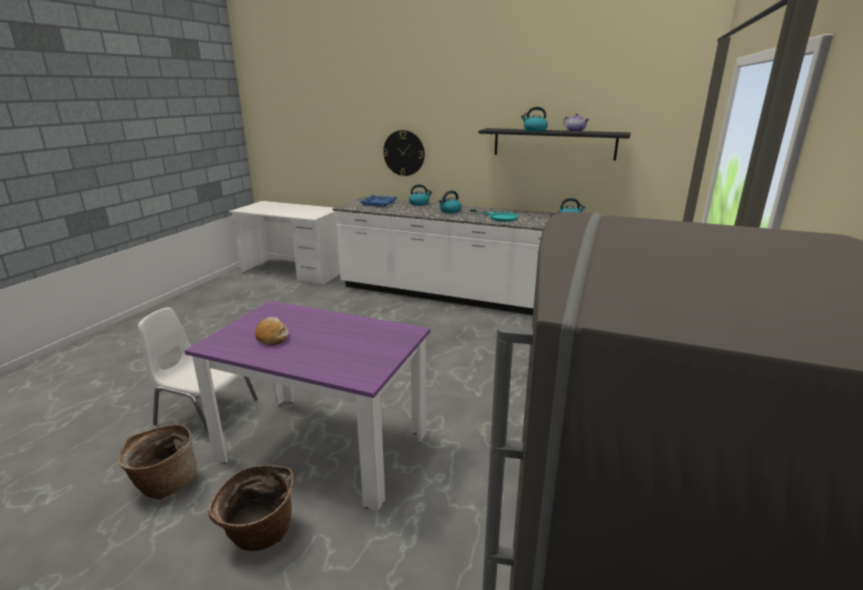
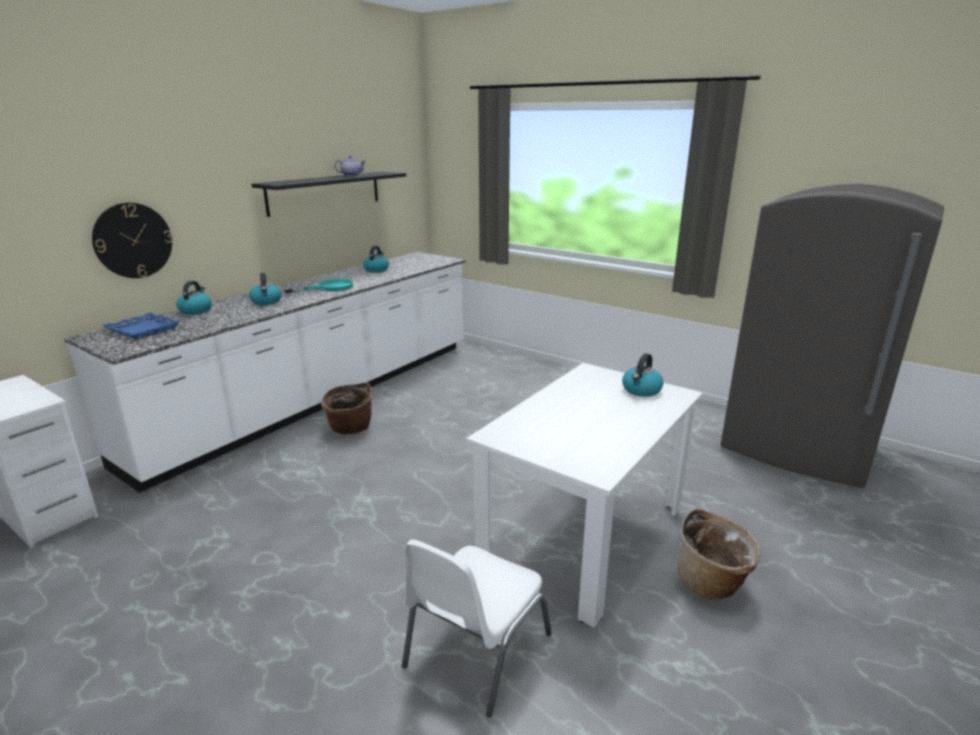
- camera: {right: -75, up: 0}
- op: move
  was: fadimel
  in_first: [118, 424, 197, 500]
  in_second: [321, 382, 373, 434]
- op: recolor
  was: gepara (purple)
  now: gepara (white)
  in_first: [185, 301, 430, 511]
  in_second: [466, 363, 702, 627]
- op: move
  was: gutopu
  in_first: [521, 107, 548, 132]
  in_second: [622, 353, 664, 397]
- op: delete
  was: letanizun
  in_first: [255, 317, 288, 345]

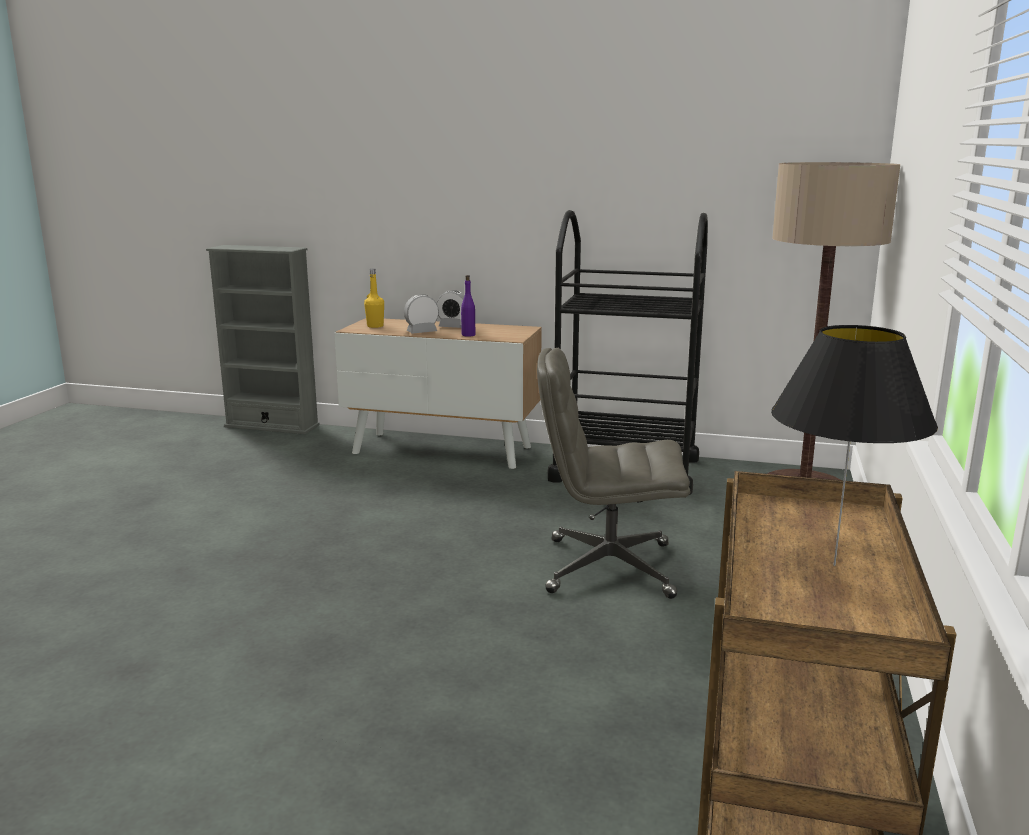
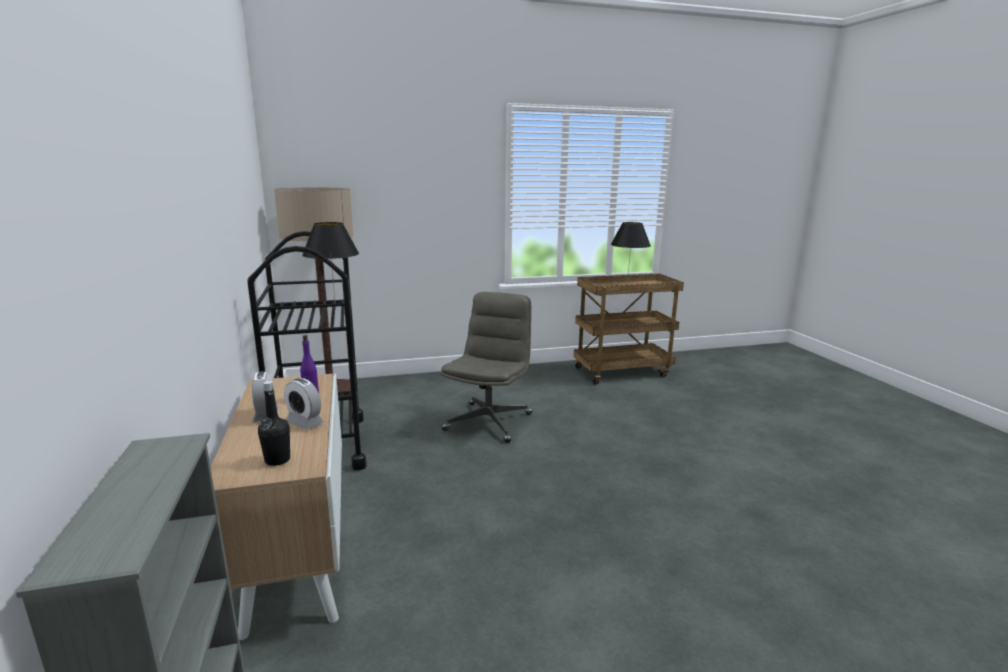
- camera: {right: -120, up: 0}
- op: recolor
  was: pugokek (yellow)
  now: pugokek (black)
  in_first: [364, 269, 384, 328]
  in_second: [258, 381, 290, 466]
- op: insert
  now: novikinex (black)
  in_second: [302, 222, 359, 310]
- op: rotate
  was: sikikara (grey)
  in_first: [537, 348, 690, 599]
  in_second: [441, 292, 532, 443]
  clockwise: -135

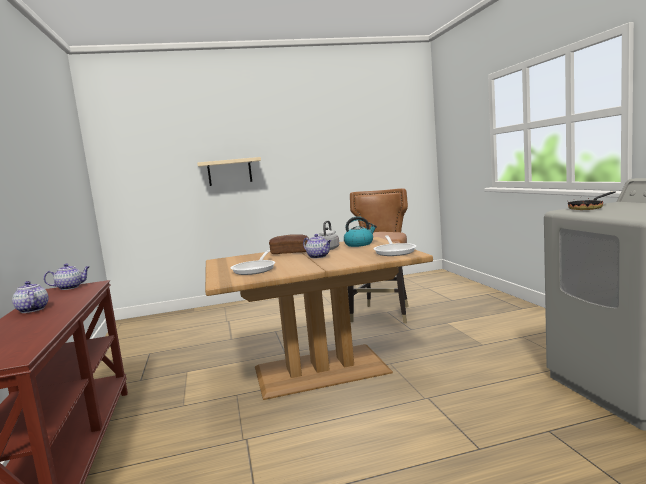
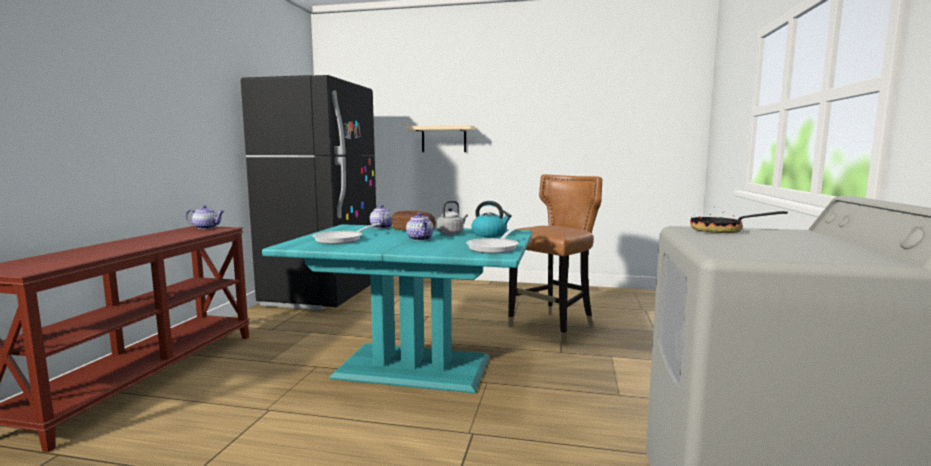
- camera: {right: 25, up: 0}
- op: insert
  now: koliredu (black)
  in_second: [241, 75, 376, 310]
- op: recolor
  was: gepara (brown)
  now: gepara (turquoise)
  in_first: [205, 237, 433, 400]
  in_second: [262, 224, 532, 394]
- op: move
  was: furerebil
  in_first: [12, 281, 48, 313]
  in_second: [370, 205, 393, 229]

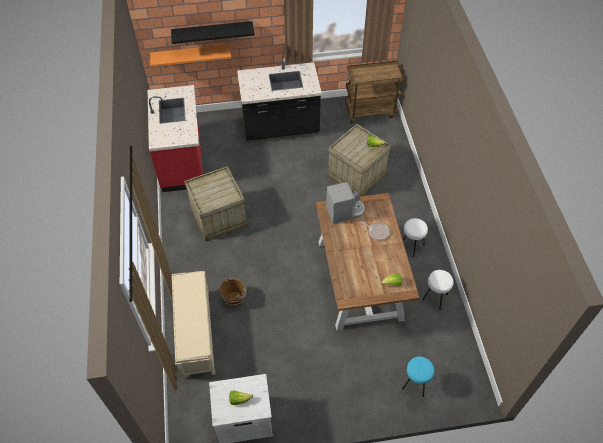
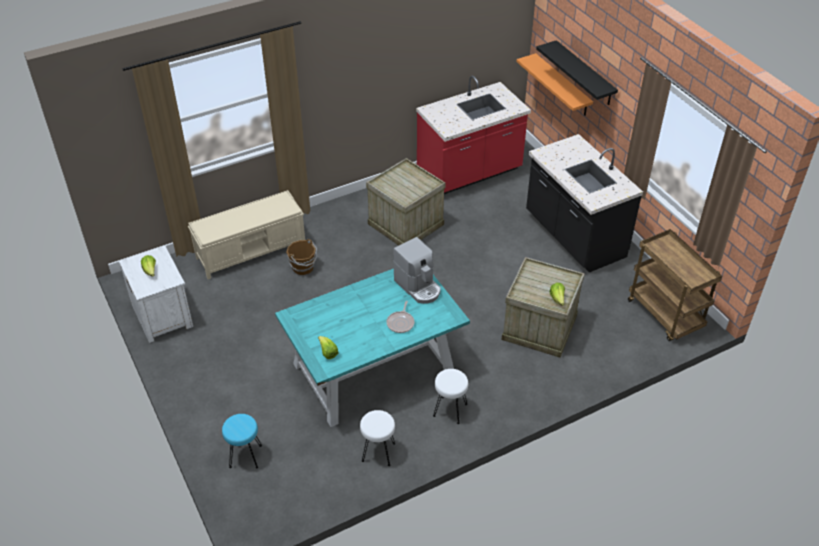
- camera: {right: 70, up: -10}
- op: recolor
  was: gepara (brown)
  now: gepara (turquoise)
  in_first: [316, 193, 419, 331]
  in_second: [275, 268, 470, 427]

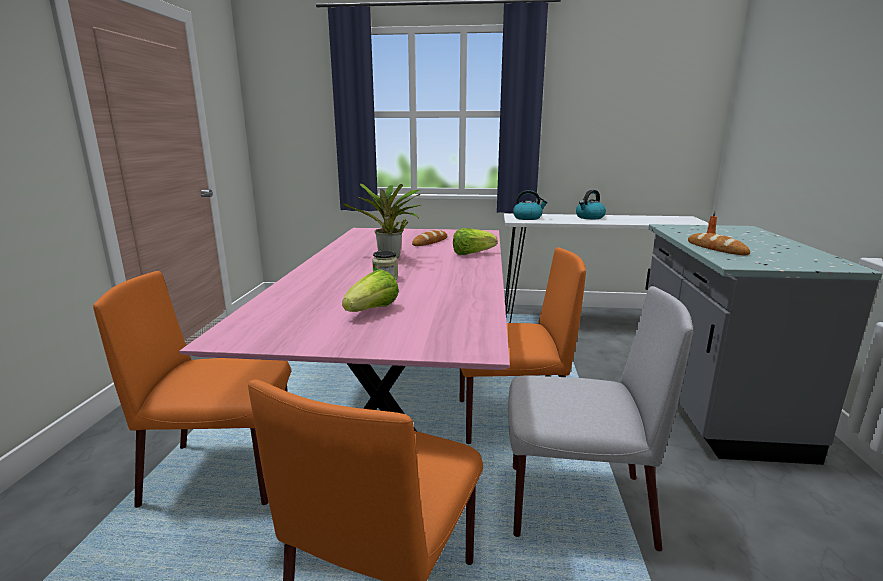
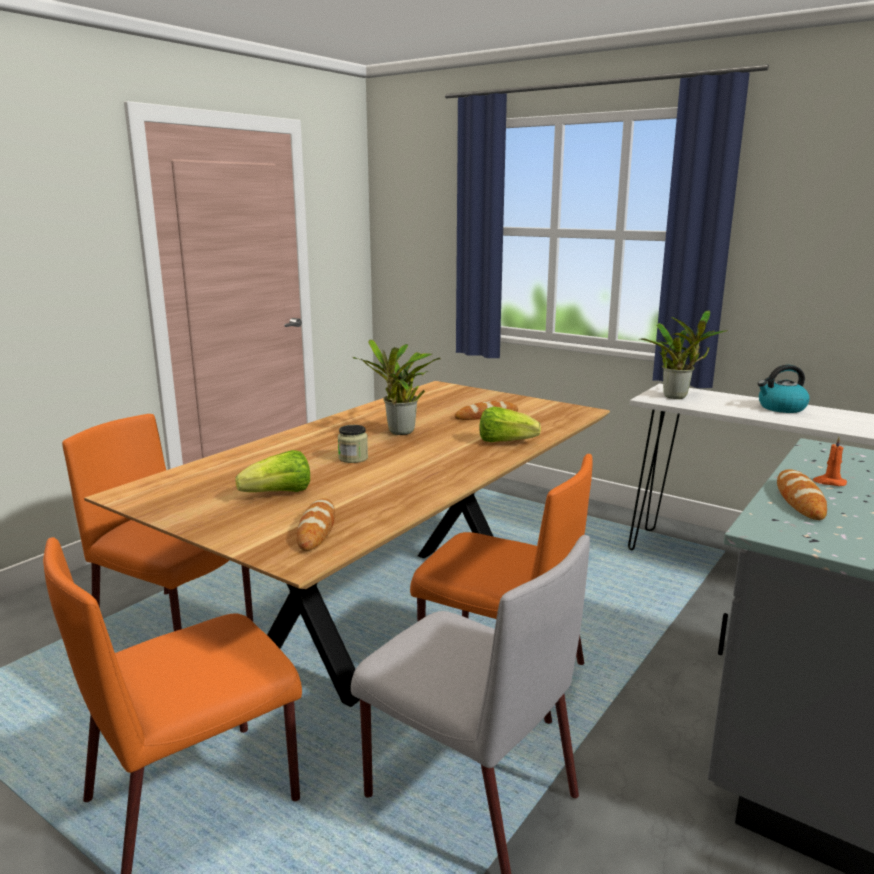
- camera: {right: 30, up: 0}
- op: recolor
  was: gepara (pink)
  now: gepara (brown)
  in_first: [179, 228, 510, 431]
  in_second: [84, 381, 610, 707]
- op: insert
  now: letanizun
  in_second: [297, 498, 335, 551]
- op: replace
  was: gutopu
  now: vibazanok
  in_first: [513, 190, 548, 220]
  in_second: [639, 310, 728, 399]

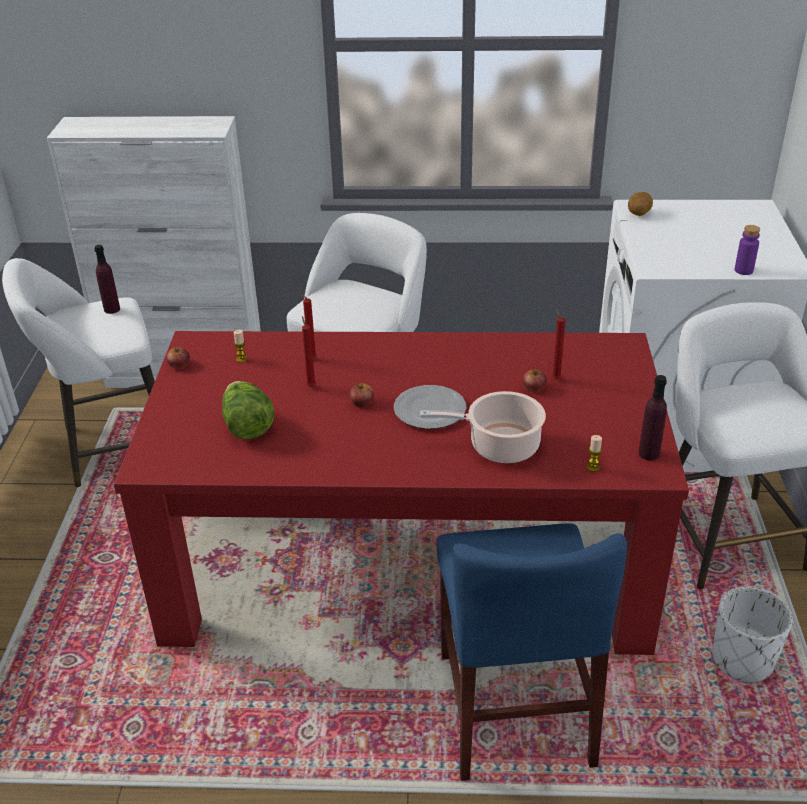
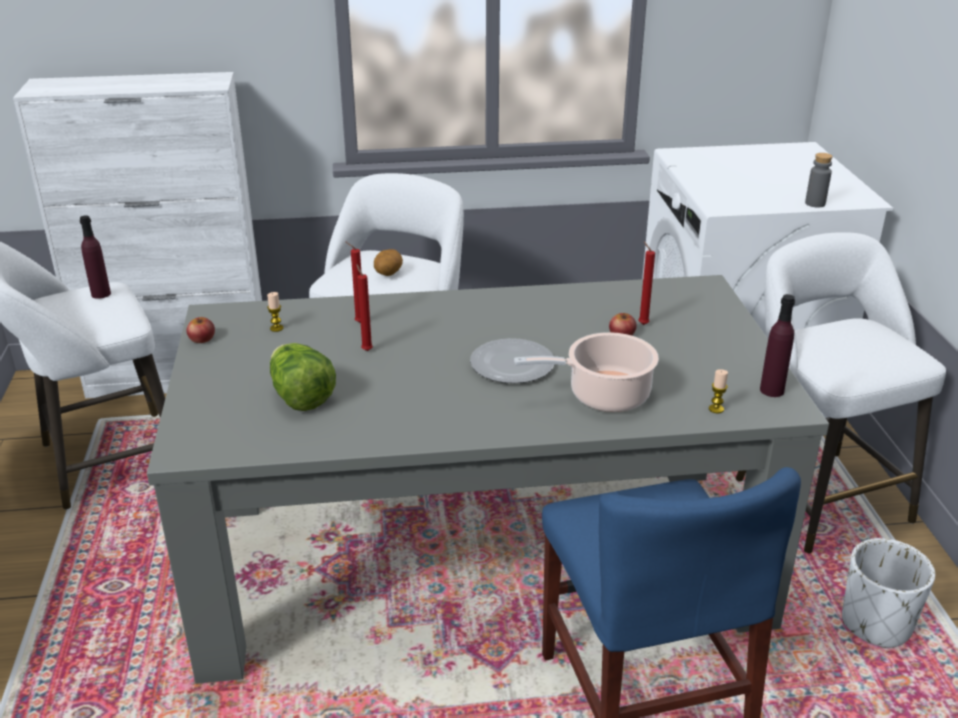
- camera: {right: -10, up: -5}
- op: recolor
  was: gepara (red)
  now: gepara (grey)
  in_first: [114, 331, 689, 655]
  in_second: [147, 275, 829, 684]
- op: move
  was: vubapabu
  in_first: [628, 192, 653, 216]
  in_second: [374, 249, 403, 276]
- op: recolor
  was: pugokek (purple)
  now: pugokek (grey)
  in_first: [735, 225, 760, 275]
  in_second: [805, 153, 833, 208]
- op: delete
  was: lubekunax
  in_first: [349, 382, 374, 407]

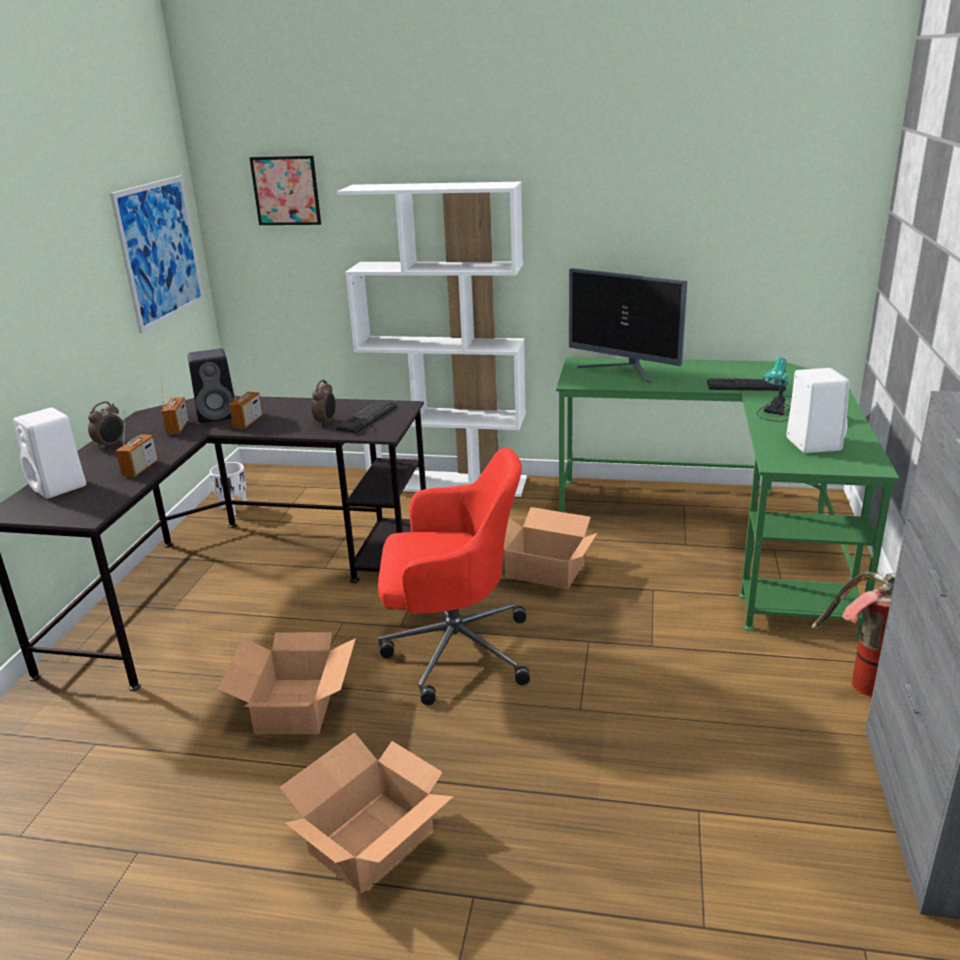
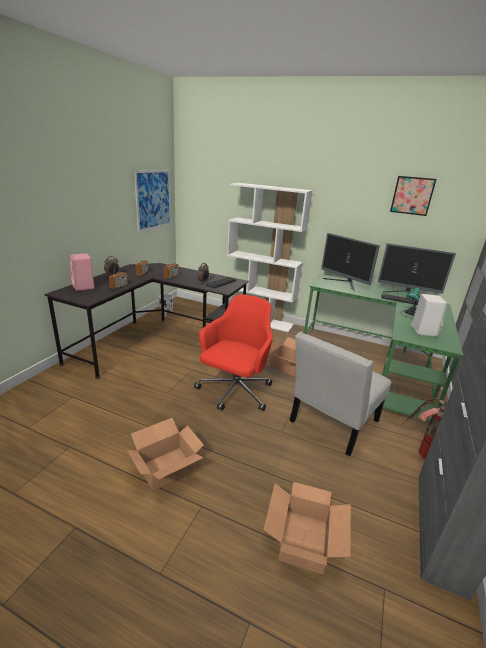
- camera: {right: 10, up: 0}
- op: recolor
  was: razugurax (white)
  now: razugurax (pink)
  in_first: [13, 408, 86, 499]
  in_second: [70, 253, 95, 291]
- op: rotate
  was: sikikara (red)
  in_first: [378, 448, 530, 705]
  in_second: [194, 294, 273, 411]
  clockwise: -75
- op: move
  was: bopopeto
  in_first: [218, 632, 356, 734]
  in_second: [264, 482, 351, 574]
- op: insert
  now: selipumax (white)
  in_second: [290, 332, 391, 456]
- op: insert
  now: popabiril
  in_second: [378, 243, 456, 297]
- op: move
  was: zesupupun
  in_first: [249, 156, 321, 225]
  in_second: [390, 176, 437, 216]
- op: delete
  was: razugurax (black)
  in_first: [188, 348, 234, 423]

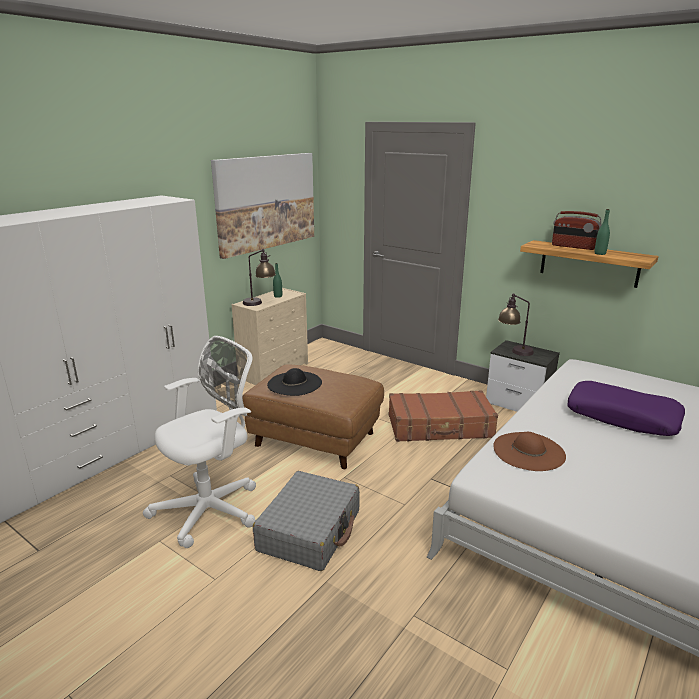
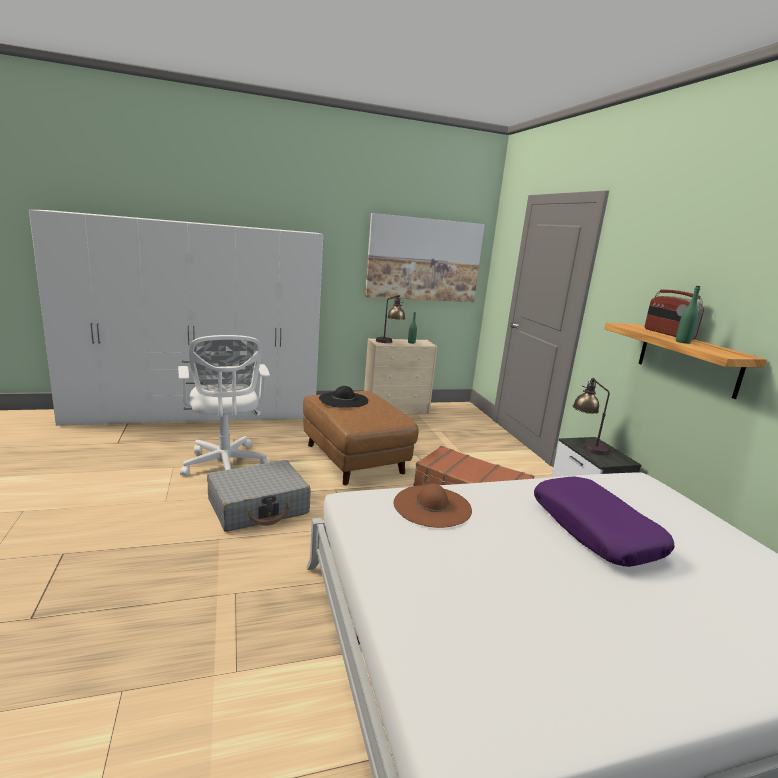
- camera: {right: 35, up: -5}
- op: rotate
  was: sikikara (white)
  in_first: [143, 336, 256, 548]
  in_second: [178, 335, 270, 476]
  clockwise: 75

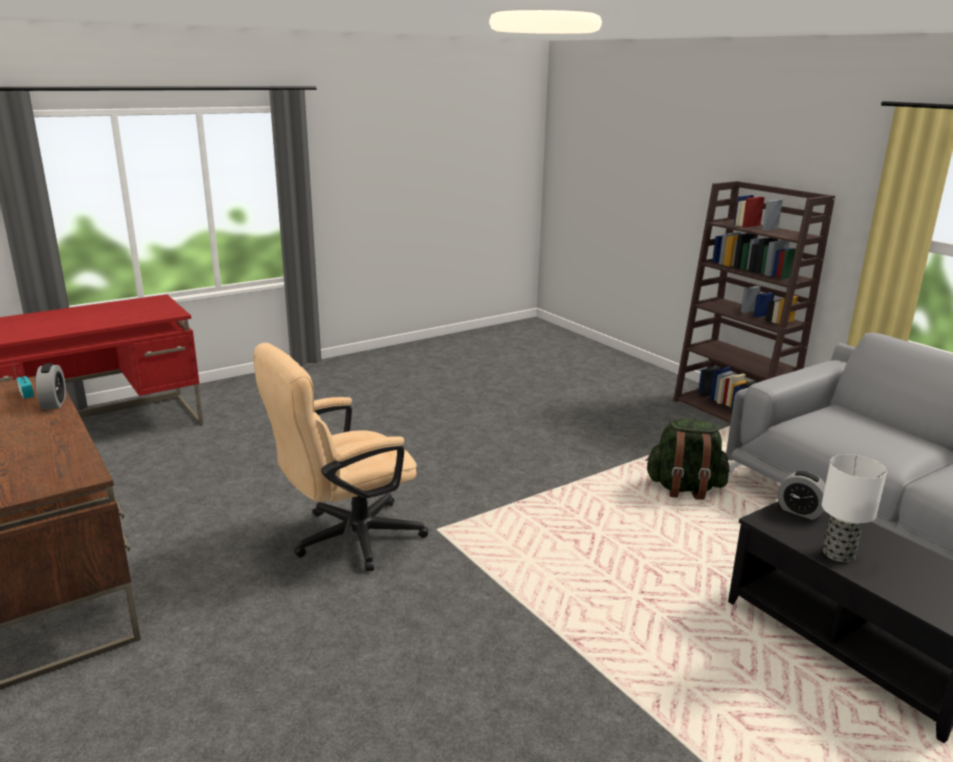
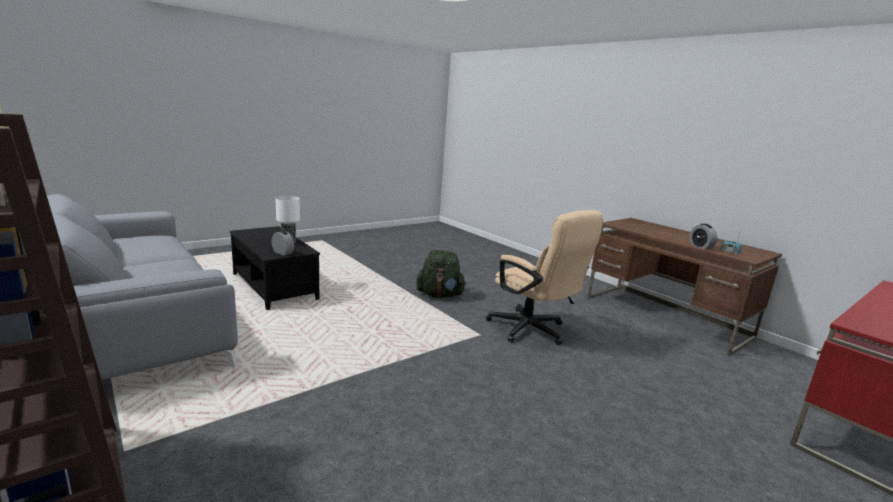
- camera: {right: 175, up: -5}
- op: move
  was: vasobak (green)
  in_first: [645, 418, 730, 500]
  in_second: [416, 250, 466, 298]
- op: rotate
  was: sikikara (beige)
  in_first: [253, 343, 429, 572]
  in_second: [486, 210, 603, 345]
  clockwise: 90

